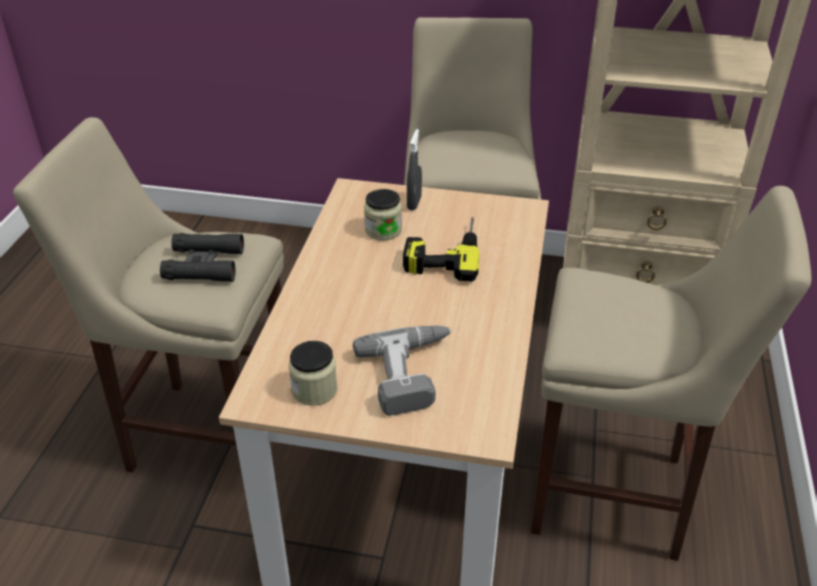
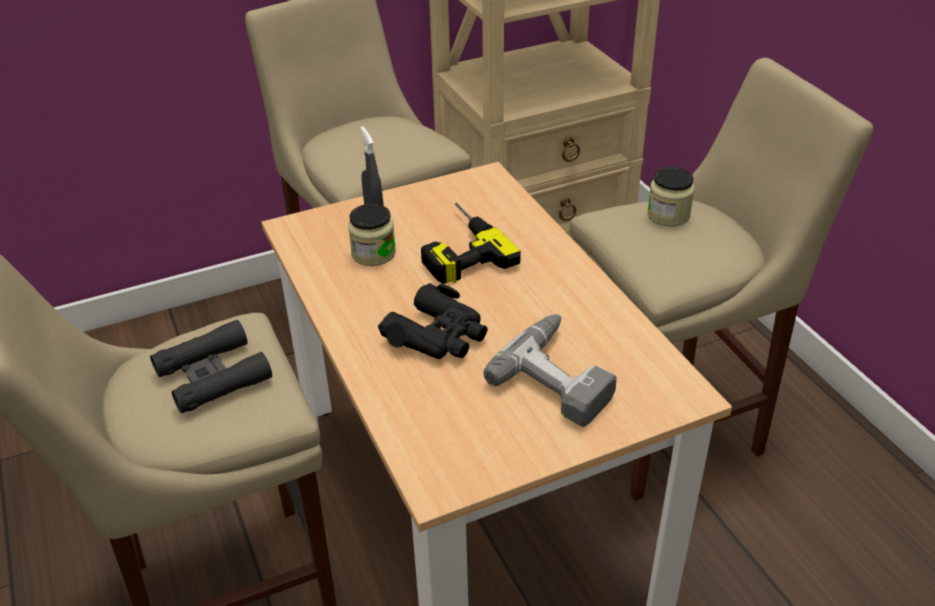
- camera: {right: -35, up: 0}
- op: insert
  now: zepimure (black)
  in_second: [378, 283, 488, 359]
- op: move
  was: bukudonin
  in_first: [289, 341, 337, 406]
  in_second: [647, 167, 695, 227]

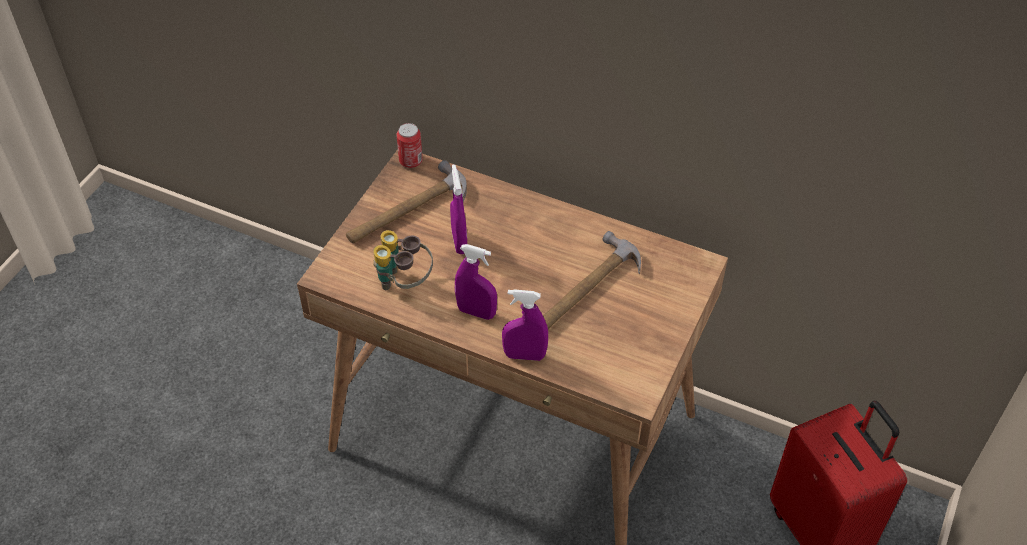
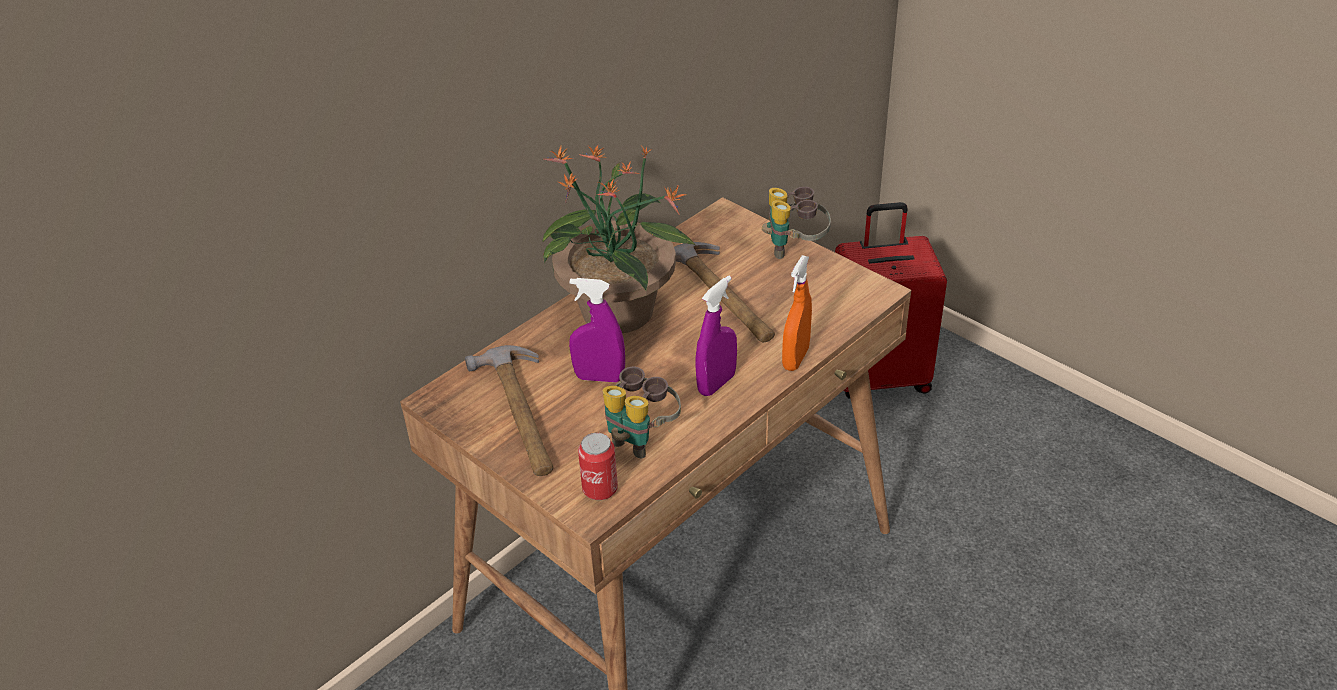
- camera: {right: -70, up: -10}
- op: insert
  now: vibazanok
  in_second: [543, 145, 695, 333]
- op: move
  was: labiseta
  in_first: [397, 123, 422, 168]
  in_second: [578, 433, 618, 500]
- op: insert
  now: zepimure
  in_second: [762, 187, 831, 259]
- op: recolor
  was: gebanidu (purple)
  now: gebanidu (orange)
  in_first: [502, 289, 548, 361]
  in_second: [782, 255, 812, 371]

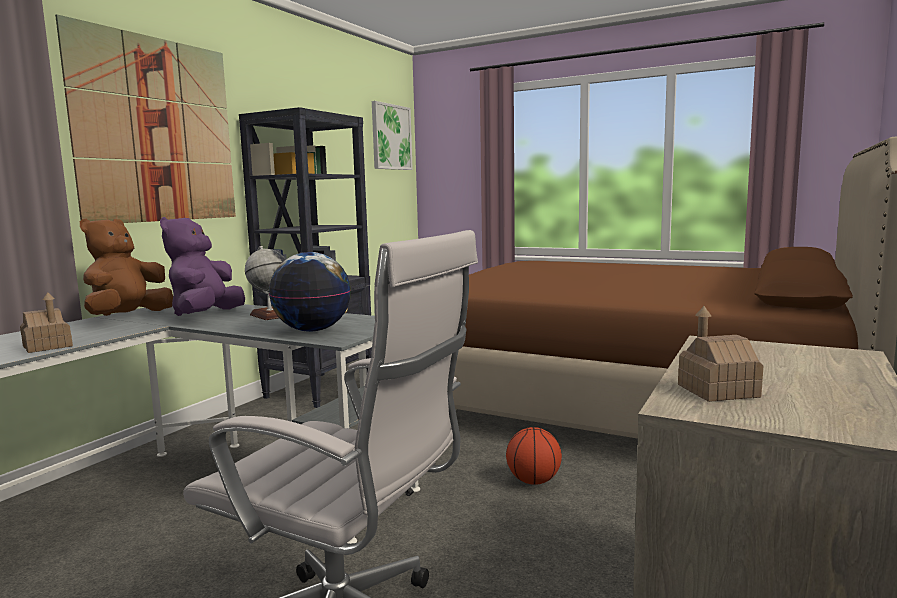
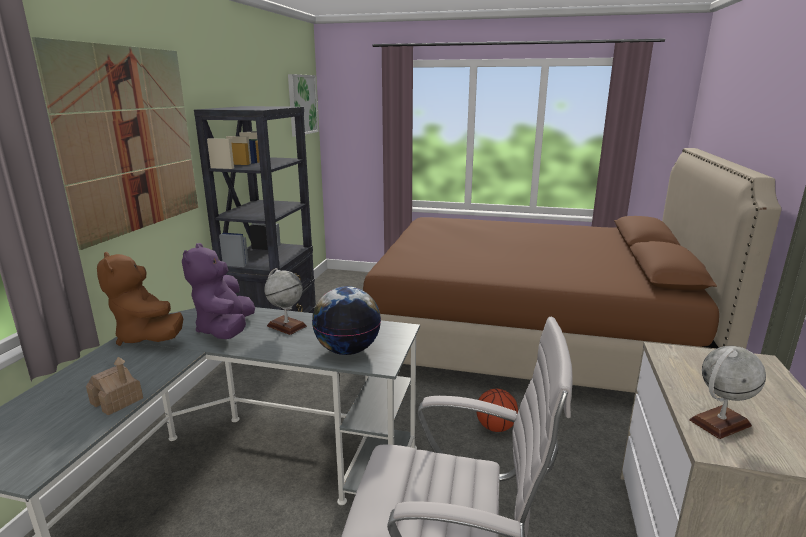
- camera: {right: -15, up: 10}
- op: rotate
  was: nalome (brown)
  in_first: [80, 218, 173, 316]
  in_second: [97, 252, 183, 346]
  clockwise: -45
- op: replace
  was: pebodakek
  now: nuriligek
  in_first: [678, 306, 763, 402]
  in_second: [689, 346, 766, 439]

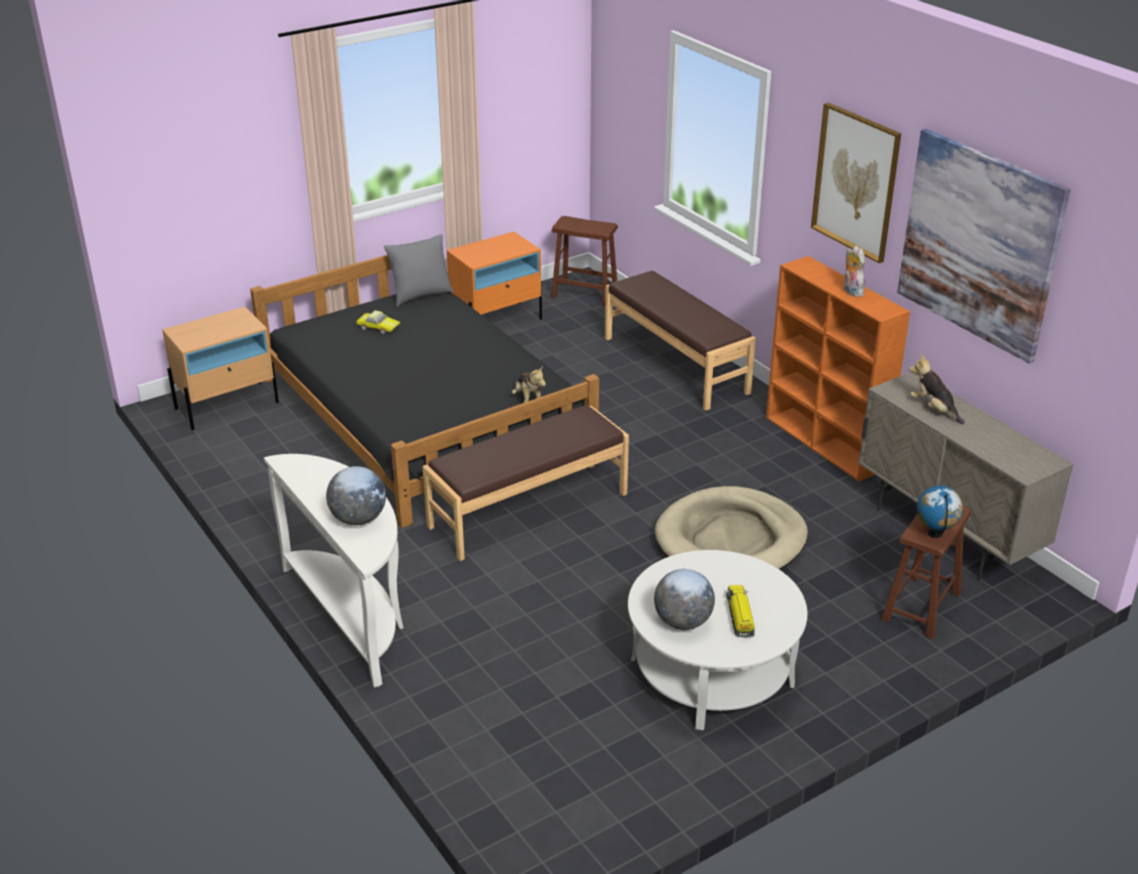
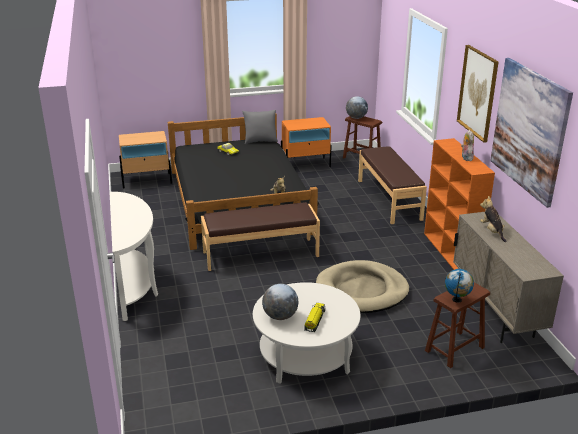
- camera: {right: 20, up: -5}
- op: move
  was: nuriligek
  in_first: [326, 466, 386, 525]
  in_second: [346, 96, 368, 119]

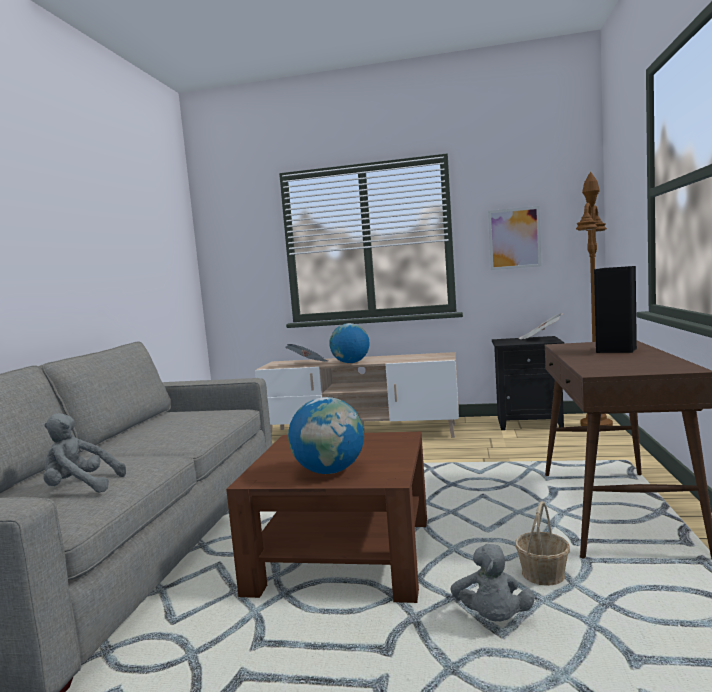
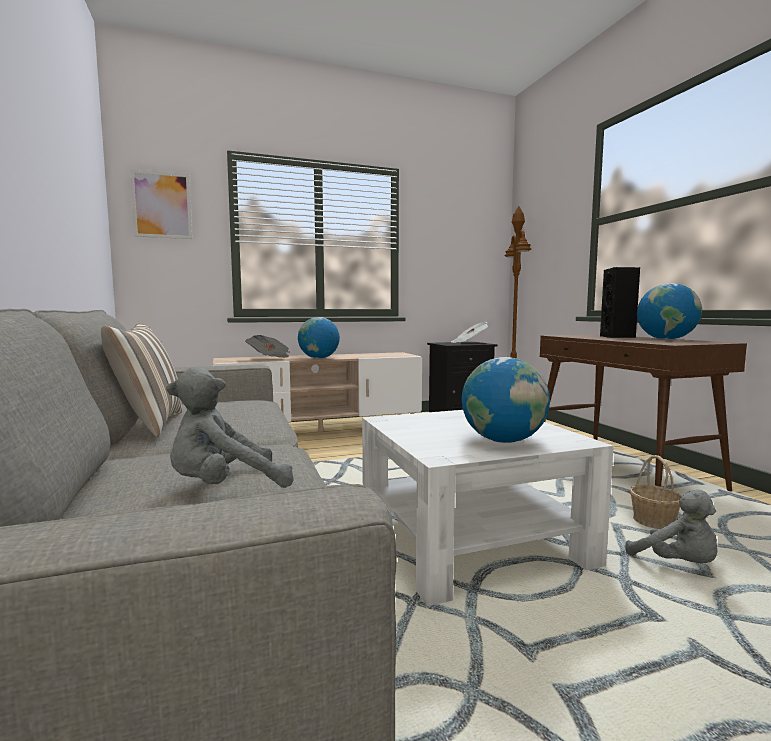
- camera: {right: -30, up: 0}
- op: insert
  now: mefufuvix
  in_second: [101, 323, 182, 437]
- op: move
  was: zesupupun
  in_first: [488, 206, 541, 270]
  in_second: [130, 169, 192, 239]
- op: recolor
  was: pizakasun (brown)
  now: pizakasun (white)
  in_first: [226, 432, 427, 603]
  in_second: [362, 410, 614, 606]
- op: insert
  now: nuriligek
  in_second: [637, 283, 702, 340]

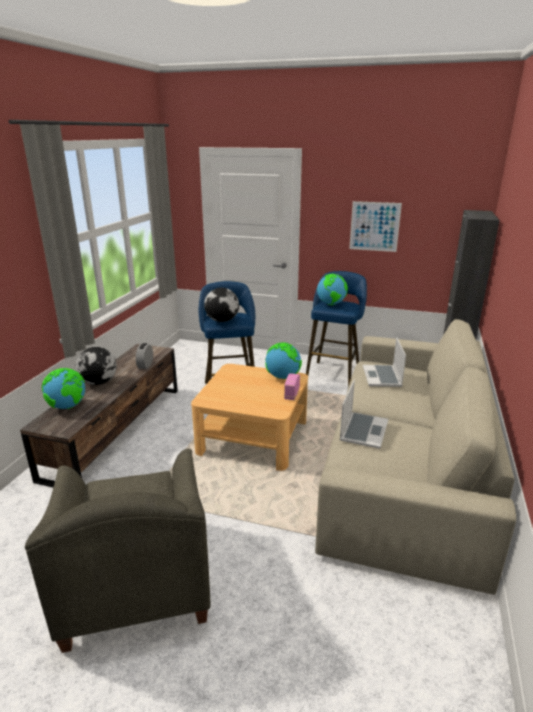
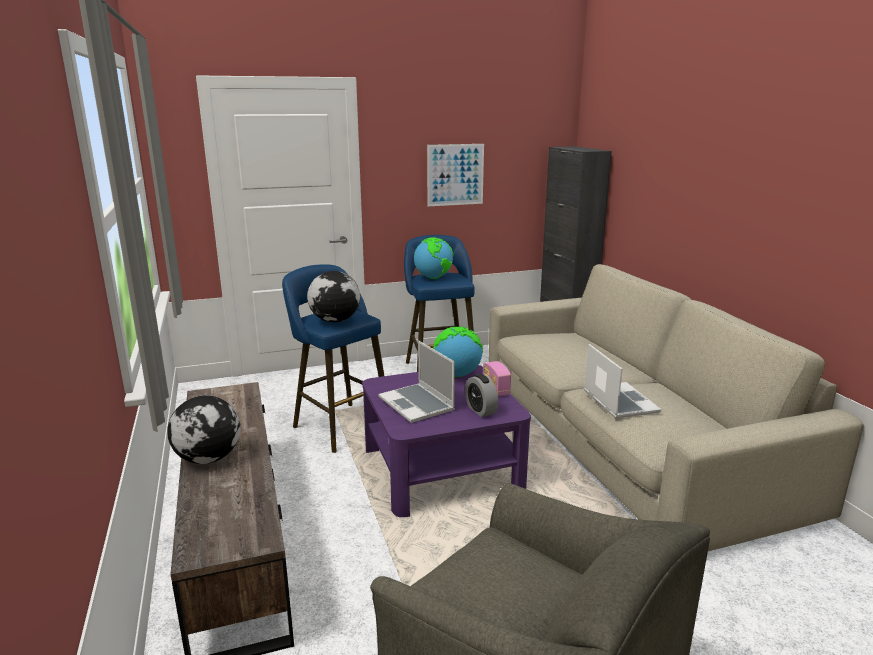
- camera: {right: -35, up: -5}
- op: recolor
  was: pizakasun (beige)
  now: pizakasun (purple)
  in_first: [191, 364, 308, 471]
  in_second: [362, 365, 531, 517]
- op: move
  was: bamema
  in_first: [363, 337, 406, 387]
  in_second: [379, 341, 455, 423]
- op: move
  was: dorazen
  in_first: [136, 343, 153, 369]
  in_second: [465, 374, 498, 417]
- op: delete
  was: nuriligek
  in_first: [42, 368, 85, 409]

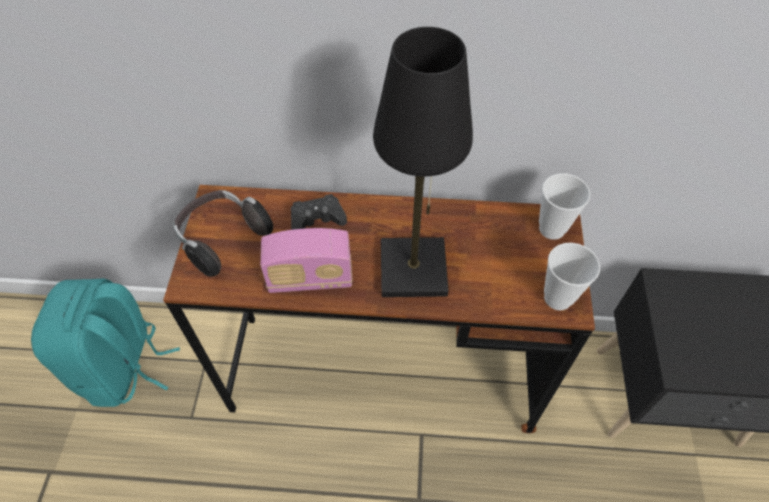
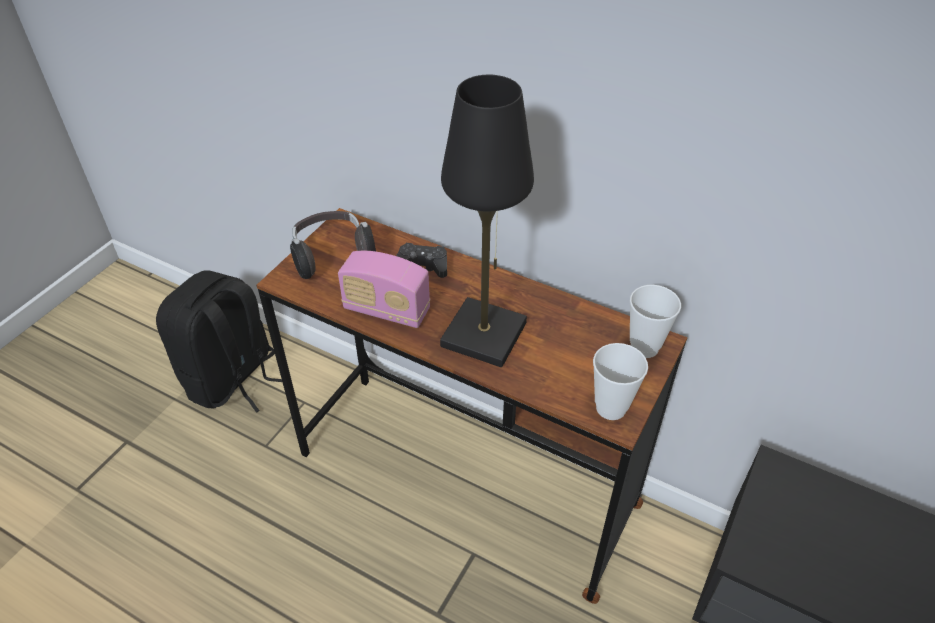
- camera: {right: 25, up: -10}
- op: recolor
  was: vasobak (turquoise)
  now: vasobak (black)
  in_first: [31, 279, 180, 407]
  in_second: [156, 270, 282, 413]

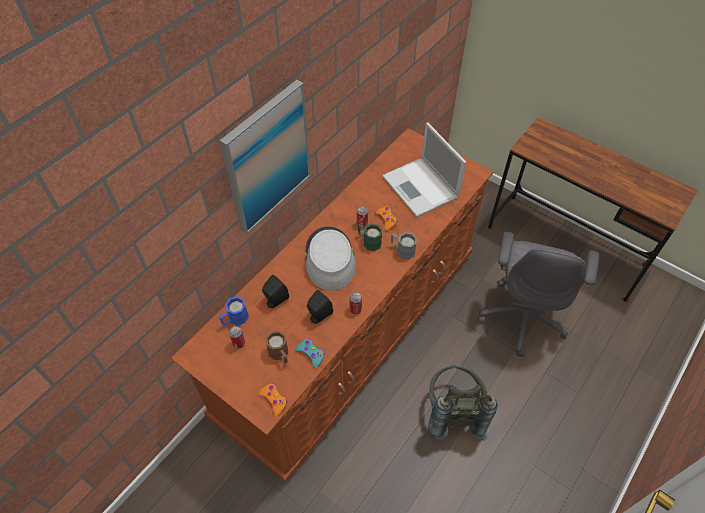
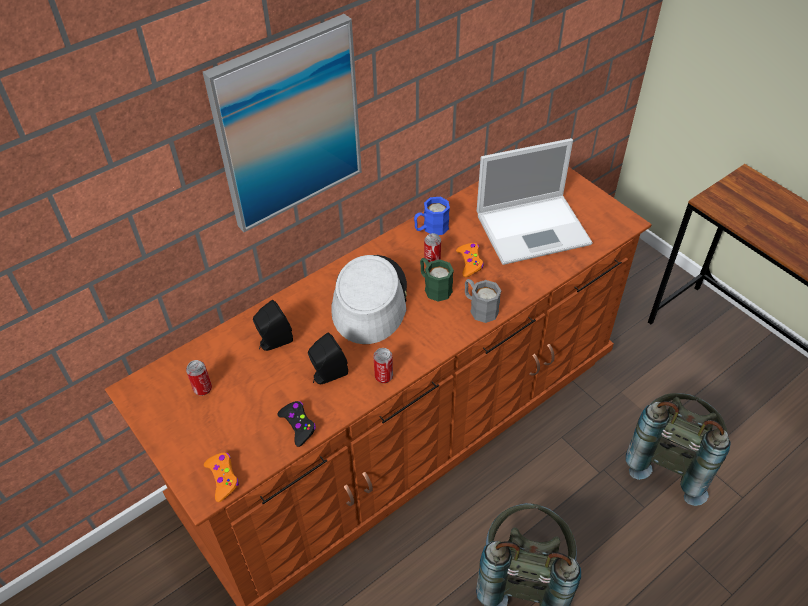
- camera: {right: 15, up: -5}
- op: recolor
  was: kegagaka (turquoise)
  now: kegagaka (black)
  in_first: [295, 338, 325, 369]
  in_second: [277, 401, 316, 447]
- op: move
  was: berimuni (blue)
  in_first: [220, 296, 249, 326]
  in_second: [414, 197, 450, 235]
- op: rotate
  was: bamema
  in_first: [382, 122, 467, 218]
  in_second: [477, 138, 593, 265]
  clockwise: -90
- op: replace
  was: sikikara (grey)
  now: vasobak (grey)
  in_first: [478, 232, 599, 357]
  in_second: [626, 393, 731, 506]
- op: delete
  was: berimuni (brown)
  in_first: [266, 331, 288, 363]

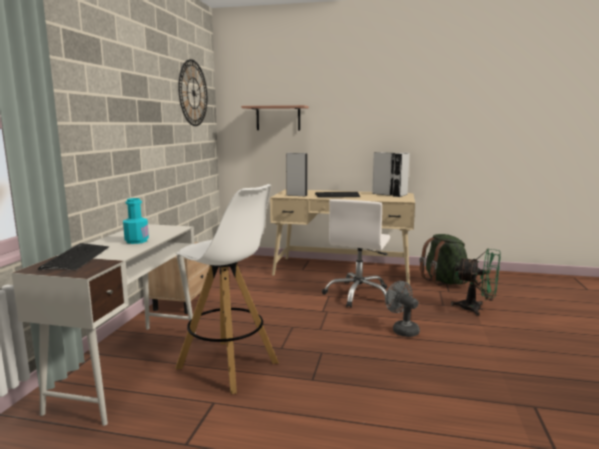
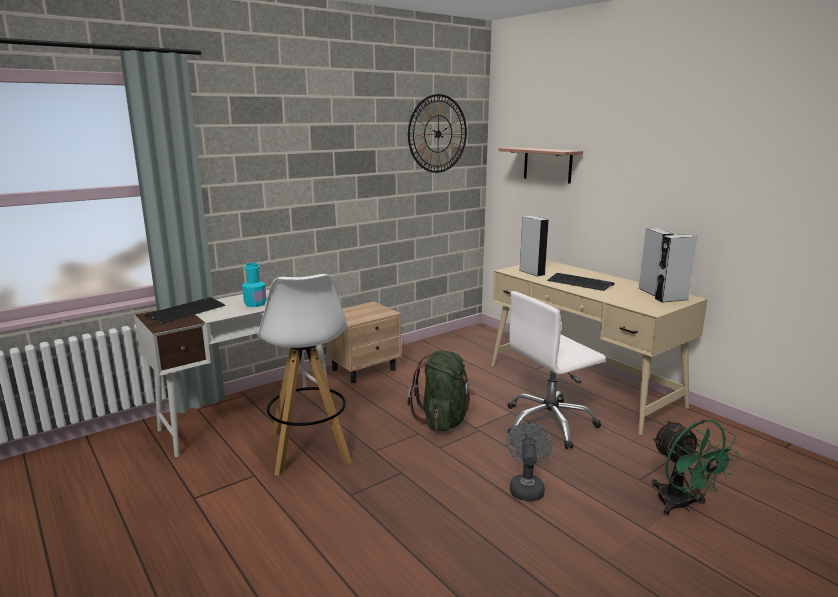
- camera: {right: 40, up: 5}
- op: move
  was: vasobak (green)
  in_first: [419, 234, 468, 286]
  in_second: [407, 350, 475, 431]

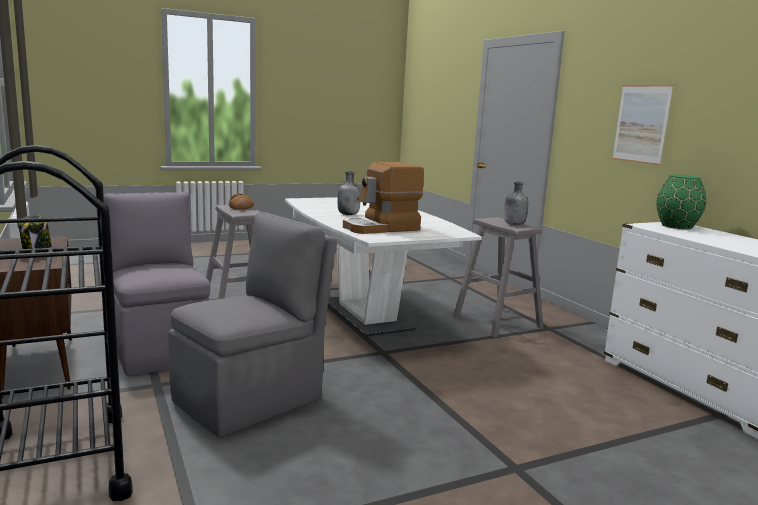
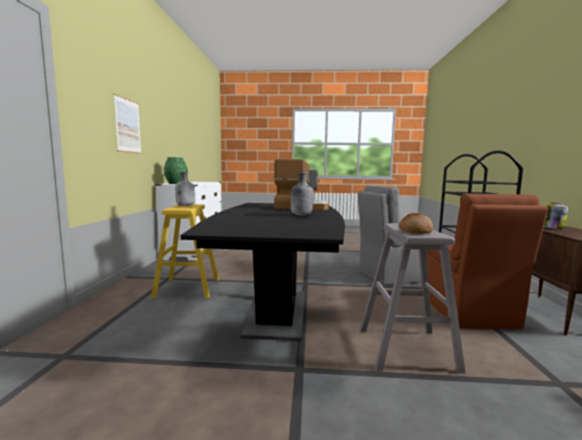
- camera: {right: -150, up: -5}
- op: recolor
  was: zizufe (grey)
  now: zizufe (yellow)
  in_first: [453, 217, 544, 338]
  in_second: [151, 204, 219, 298]
- op: recolor
  was: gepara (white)
  now: gepara (black)
  in_first: [285, 197, 482, 337]
  in_second: [181, 203, 345, 341]
- op: recolor
  was: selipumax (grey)
  now: selipumax (brown)
  in_first: [104, 192, 210, 376]
  in_second: [421, 193, 548, 329]

